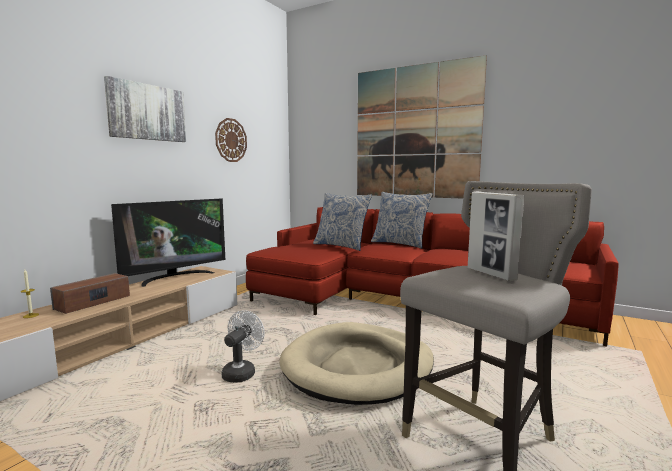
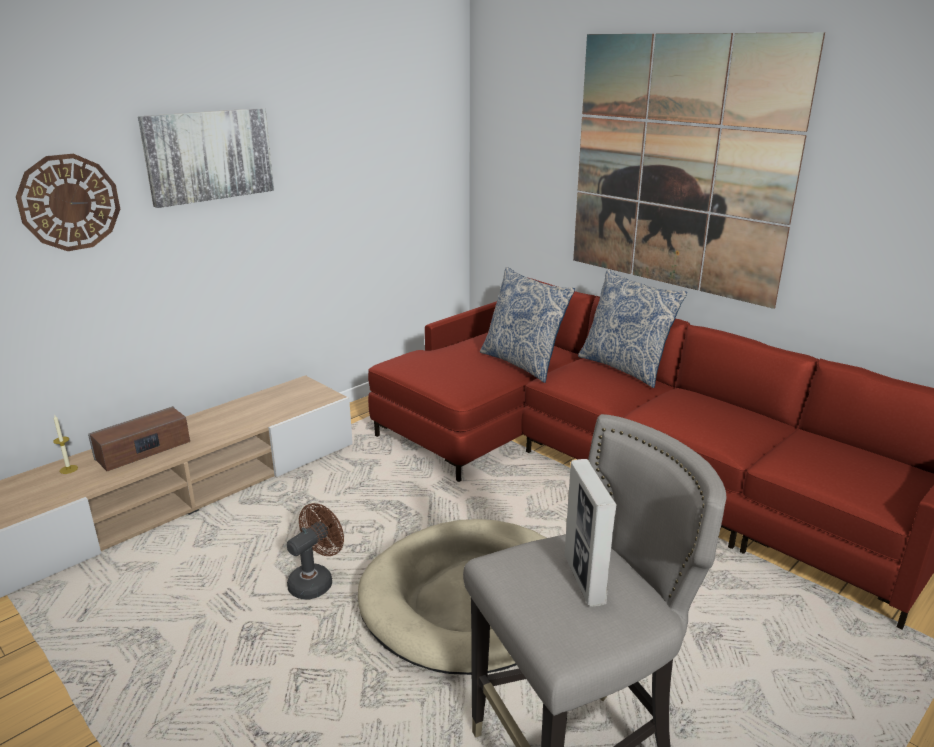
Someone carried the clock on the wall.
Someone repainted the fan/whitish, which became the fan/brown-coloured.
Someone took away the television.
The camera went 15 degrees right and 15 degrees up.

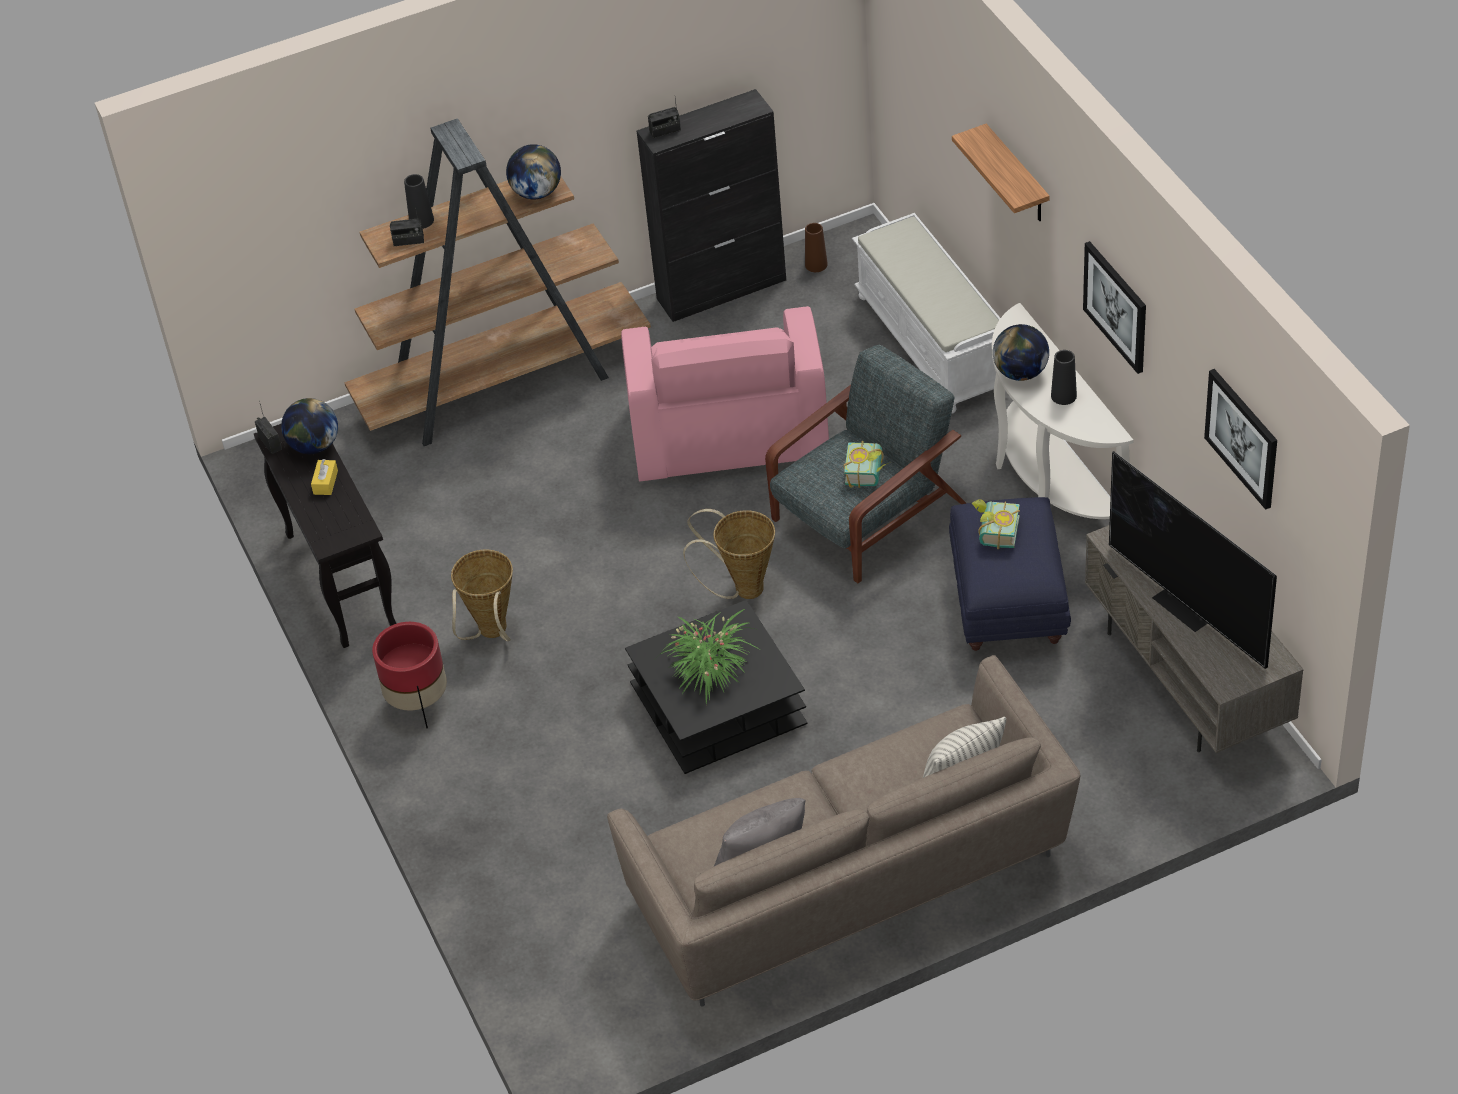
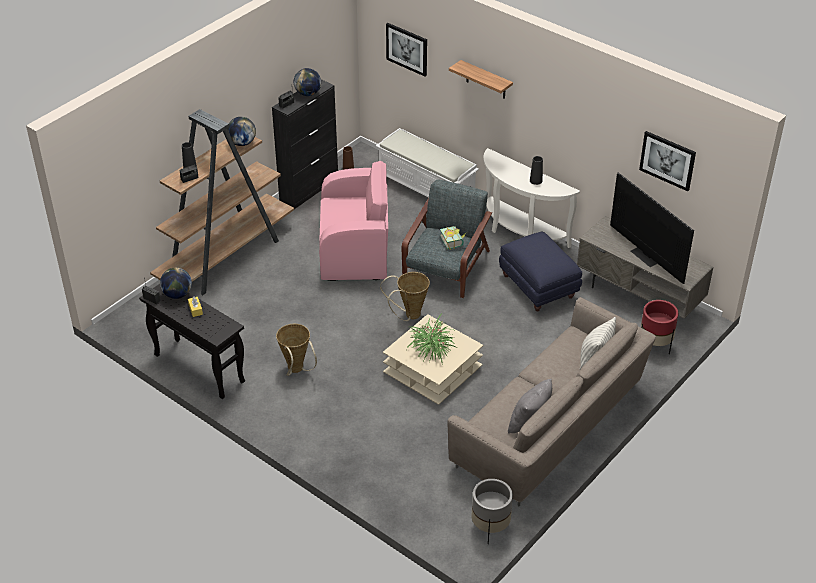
Someone carried the globe (3rd from left).
Someone rotated the lounge chair/pink by 60 degrees counterclockwise.
Someone repainted the coffee table/blackish, which became the coffee table/beige-coloured.
Someone carried the wall picture (1st from left).
Someone put down the plant pot/grey.
Someone rotated the television by 150 degrees counterclockwise.
Someone carried the plant pot/red.
Someone took away the book (2nd from left).
The camera went 30 degrees left and 5 degrees down.

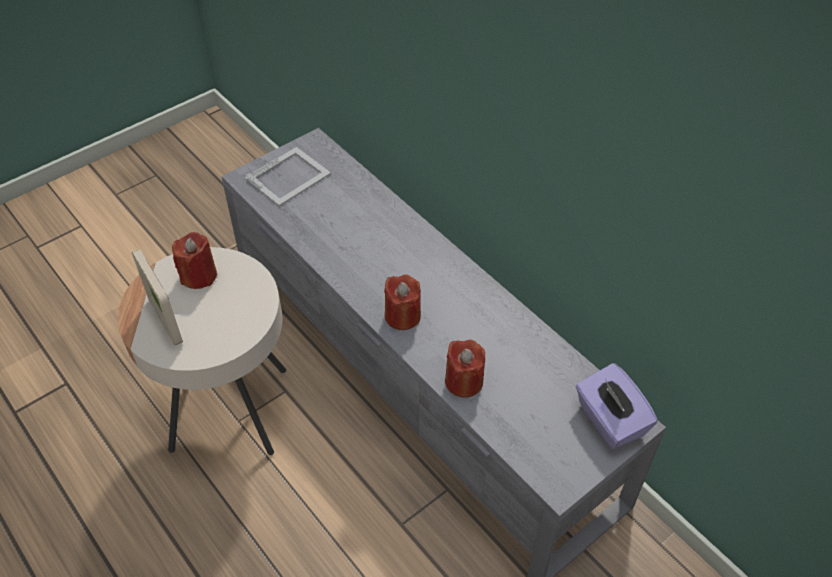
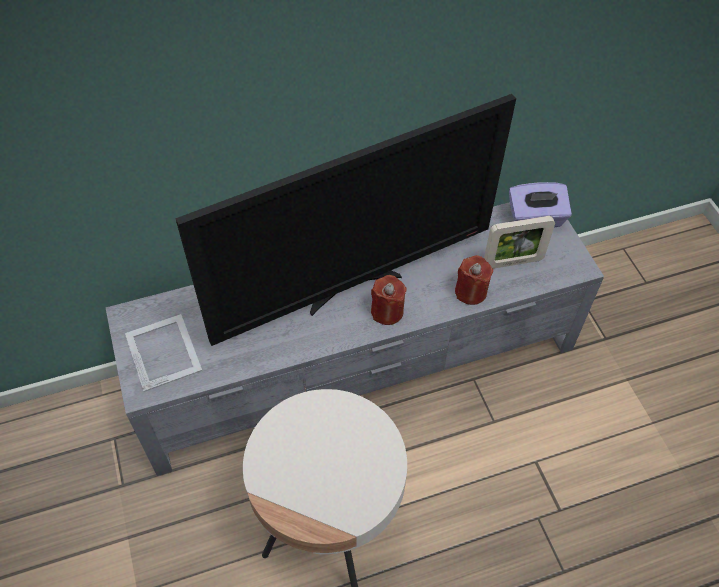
Someone put down the television.
Someone carried the picture frame (1st from left in the first image).
Someone took away the candle/red (1st from left).
The camera went 70 degrees left and 5 degrees up.

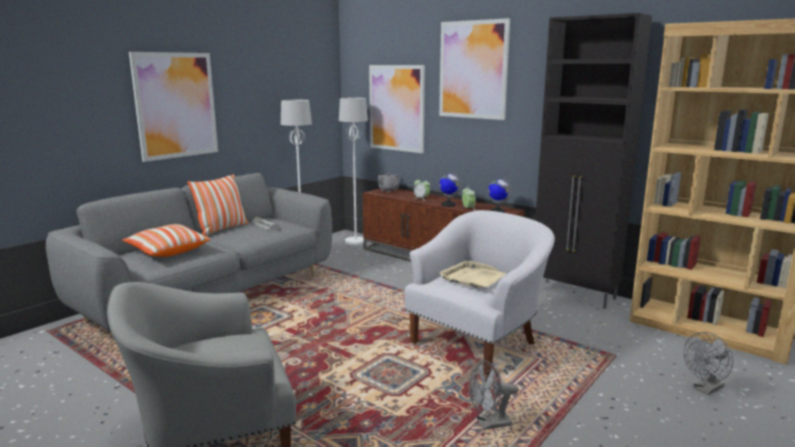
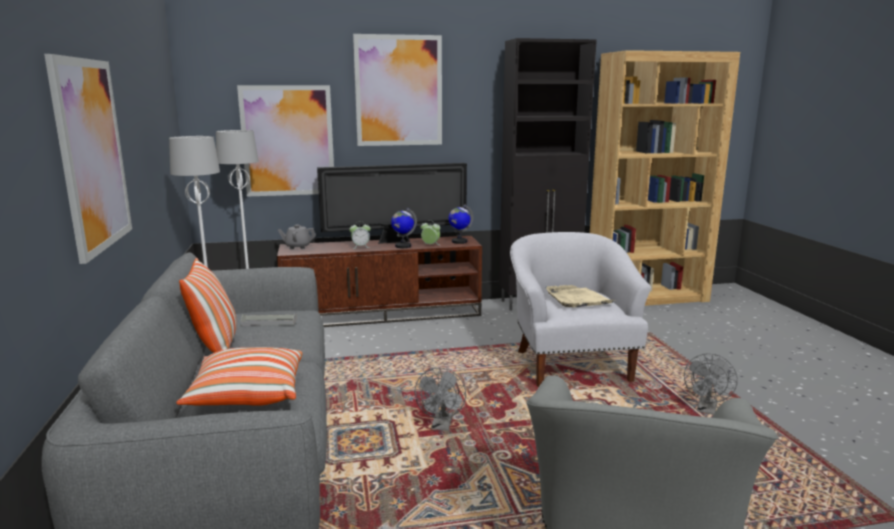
Someone put down the television.
Someone carried the fan/grey (2nd from left in the first image).
The camera went 50 degrees left and 0 degrees up.

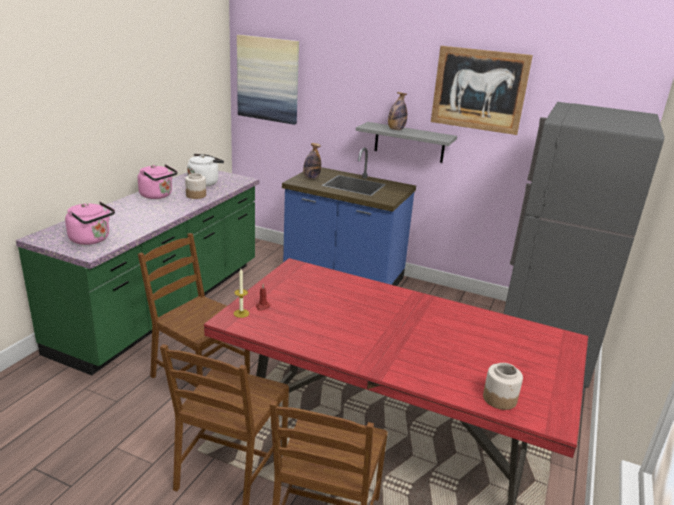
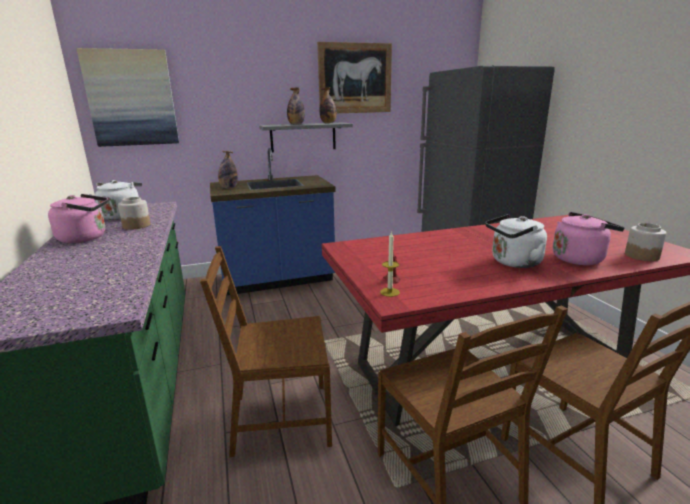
Someone put down the beverage bottle (3rd from left).
Someone put down the kettle/whitish (2nd from left).
Someone carried the kettle/pink (1st from left in the first image).
The camera went 40 degrees left and 5 degrees down.

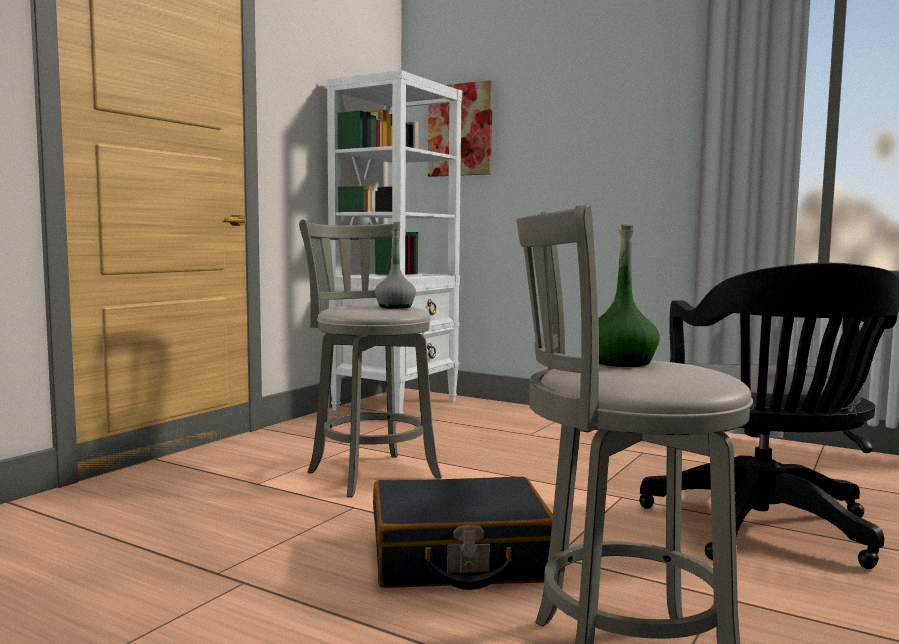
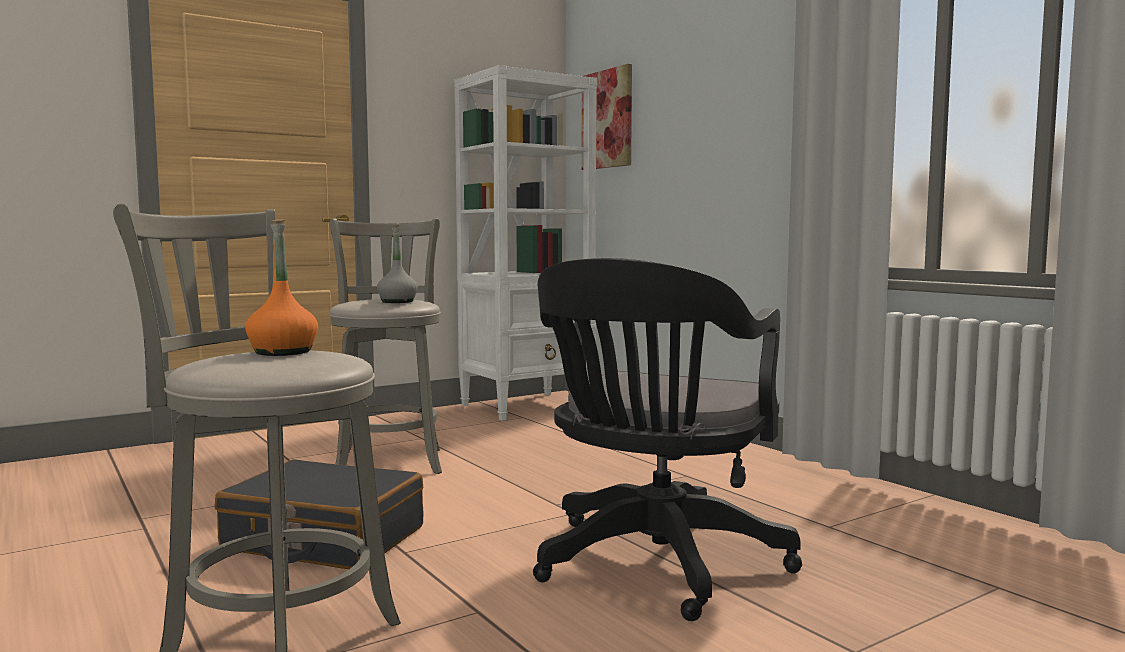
Someone repainted the beverage bottle/greenish, which became the beverage bottle/orange.
The camera went 25 degrees right and 0 degrees up.

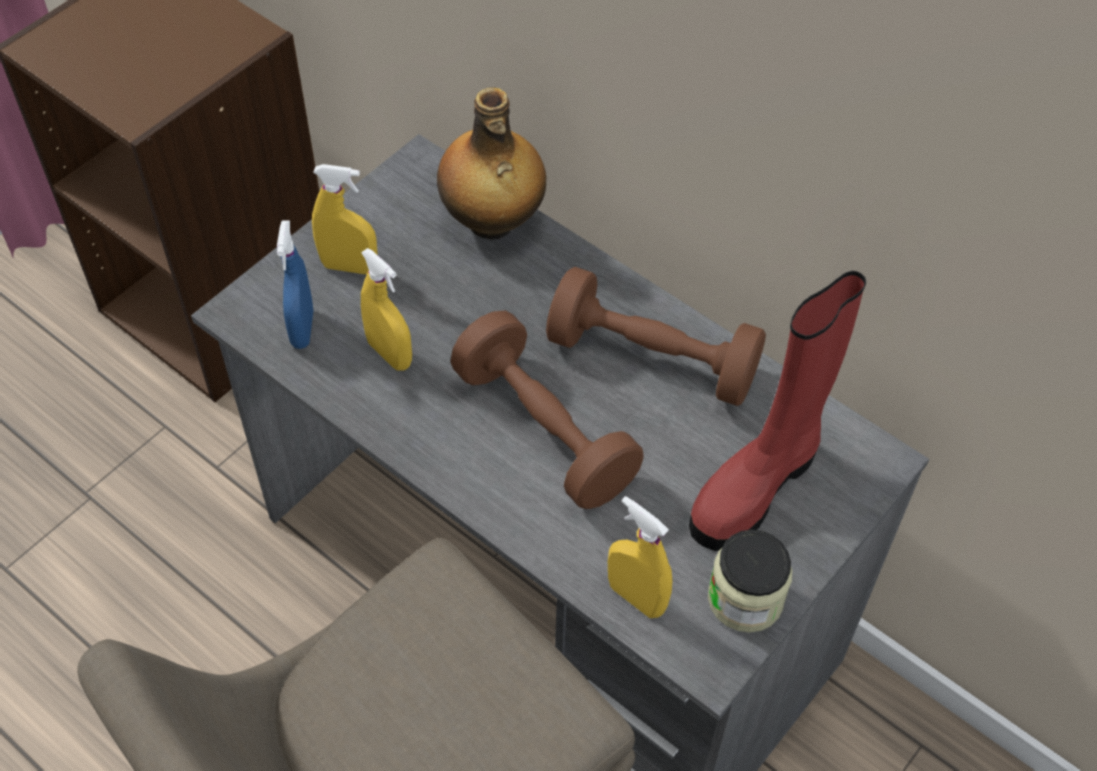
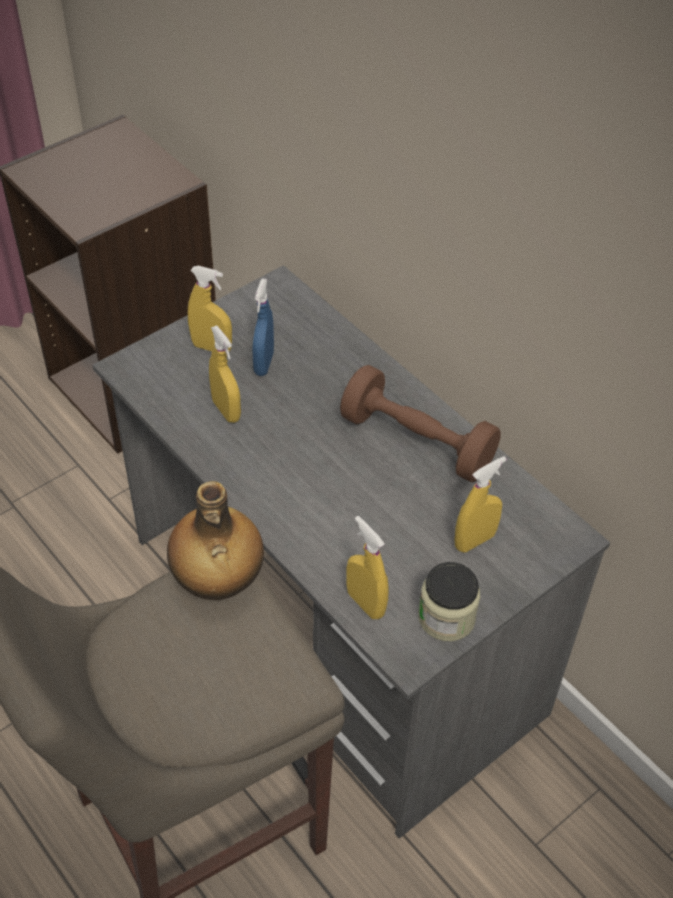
Someone carried the beverage bottle.
Someone carried the hand sprayer/bluish.
Someone swapped the tall boot/red for the hand sprayer/yellowish (4th from left).
Someone took away the dumbbell/brown-coloured (1st from left).
The camera went 10 degrees right and 5 degrees down.

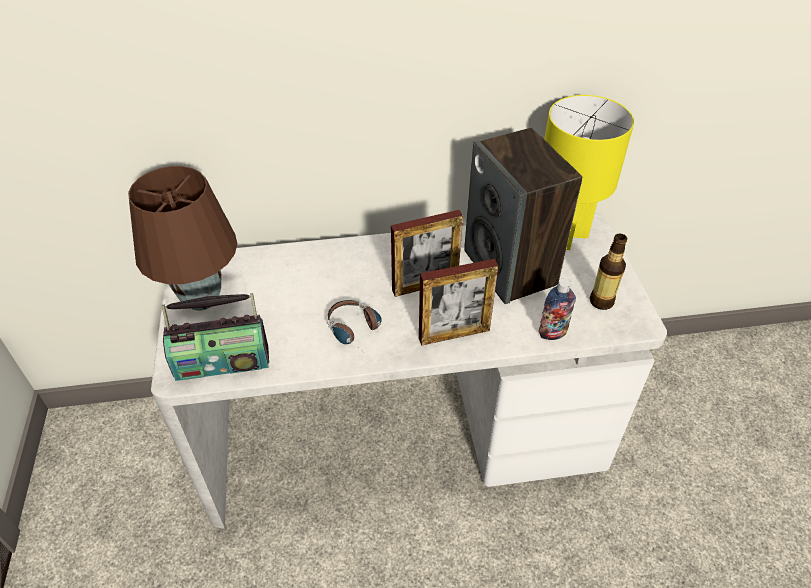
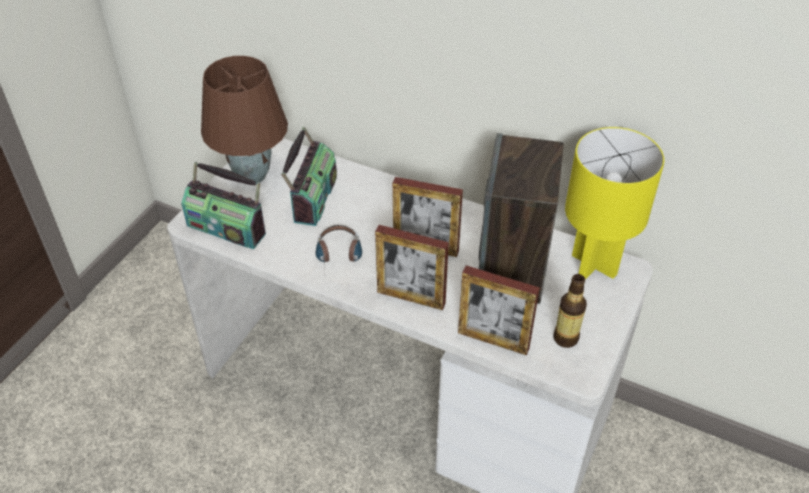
Someone put down the radio set (2nd from left).
Someone swapped the beverage bottle (1st from left) for the picture frame (3rd from left).
The camera went 35 degrees right and 0 degrees up.

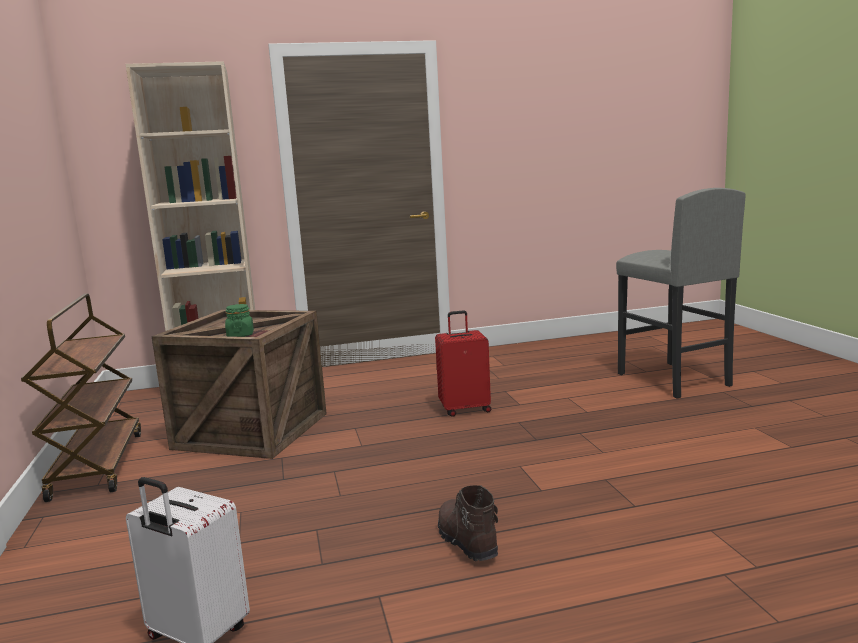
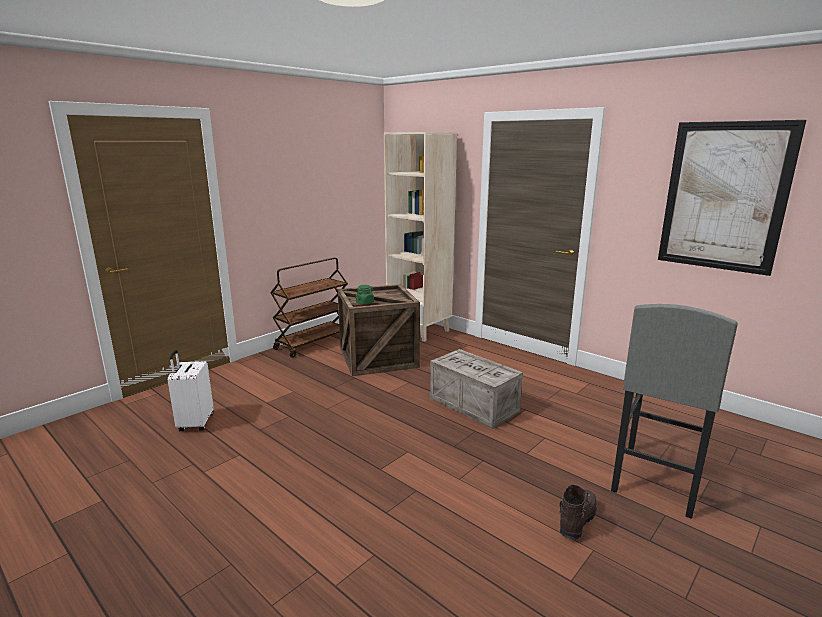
Someone swapped the suitcase/red for the shipping crate (2nd from left).
Someone carried the tall boot/brown-coloured.
Someone put up the wall picture.
The camera went 55 degrees right and 5 degrees up.

